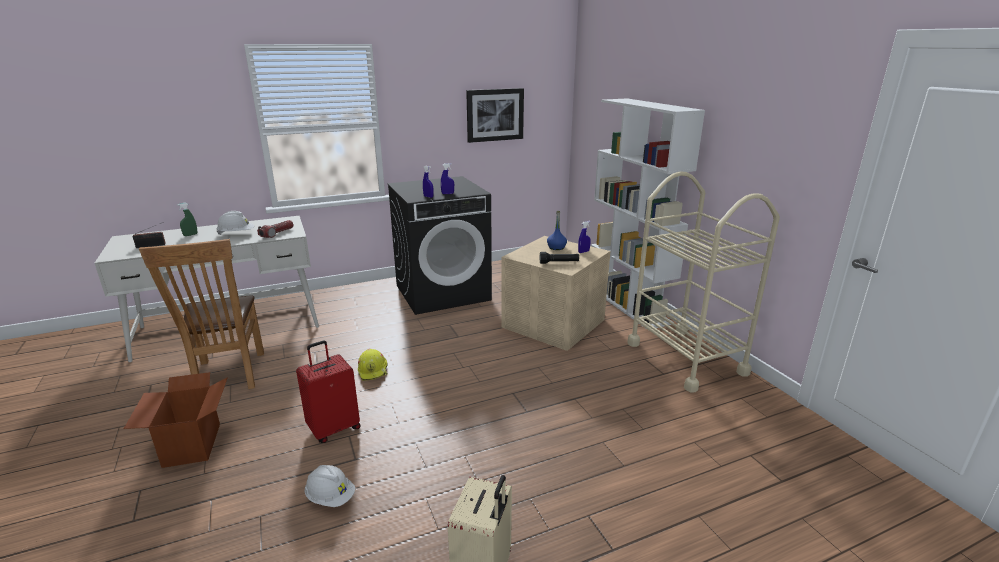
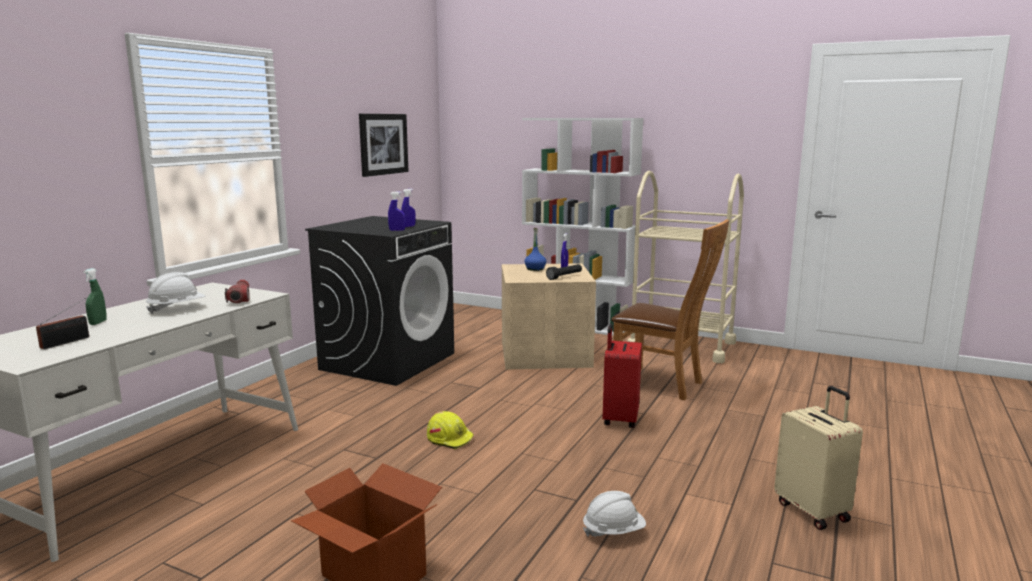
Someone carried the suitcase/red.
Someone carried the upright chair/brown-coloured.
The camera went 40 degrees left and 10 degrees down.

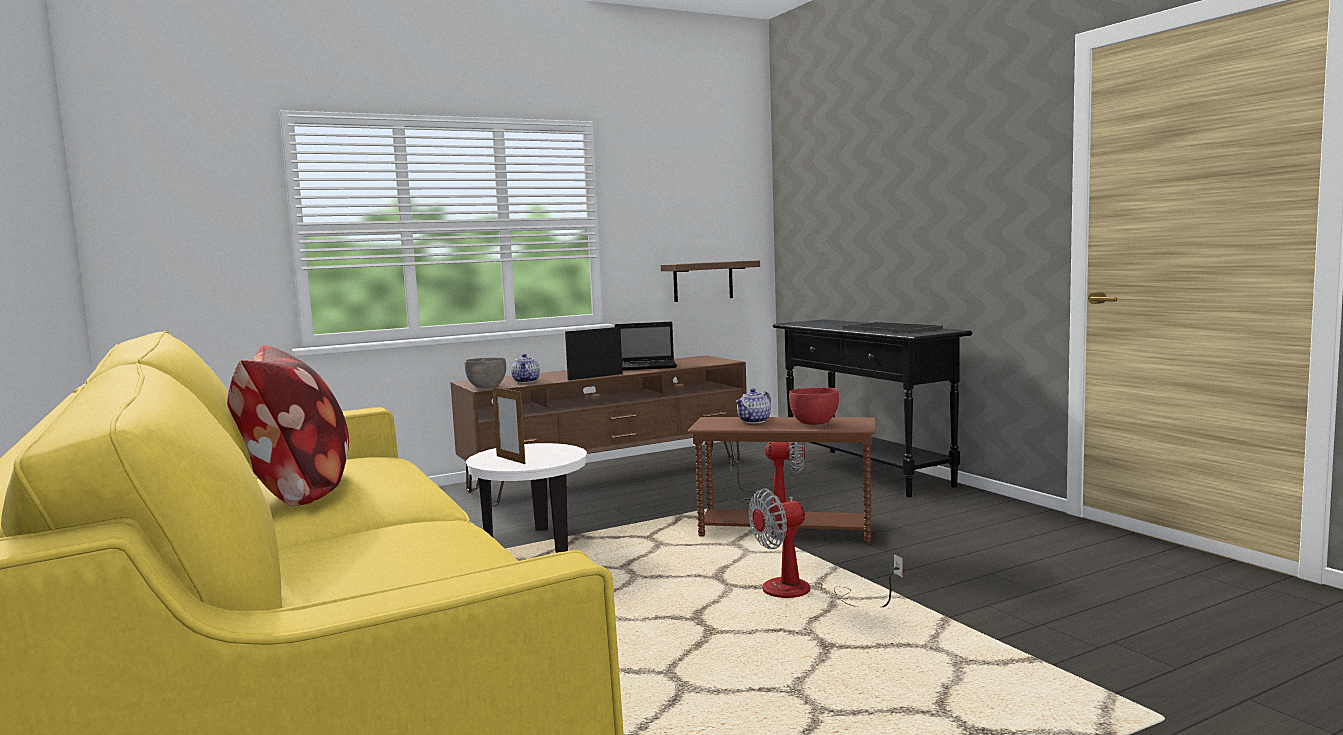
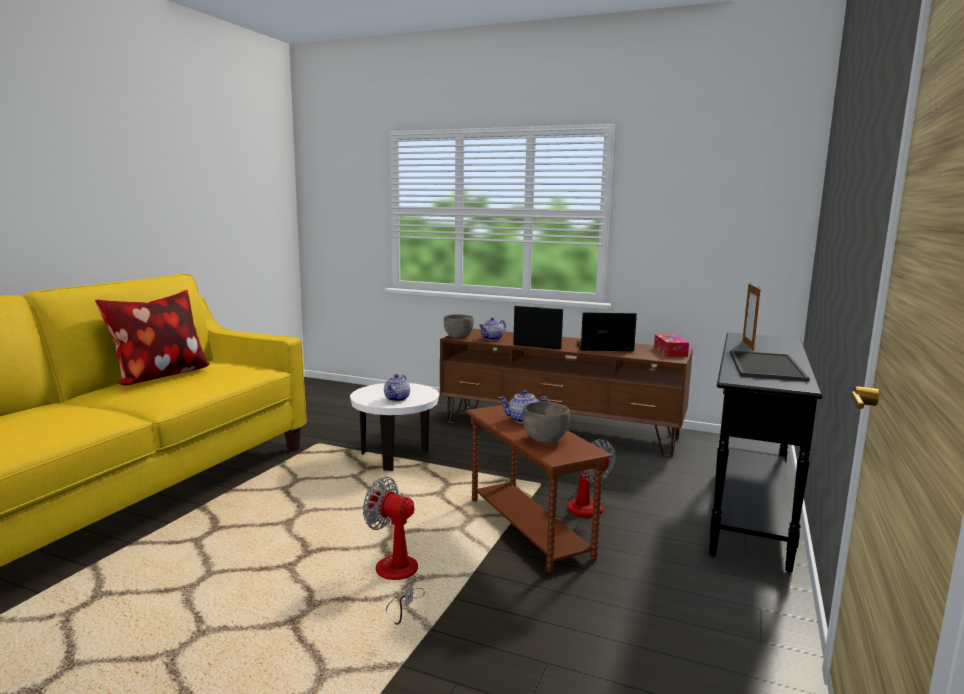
Someone put down the teapot (1st from left).
Someone repainted the bowl/red, which became the bowl/grey (2nd from left).
Someone rotated the notebook computer by 135 degrees clockwise.
Someone put down the tissue box.
Someone carried the picture frame (1st from left in the first image).
Someone took away the shelf/brown-coloured.
The camera went 50 degrees right and 5 degrees up.

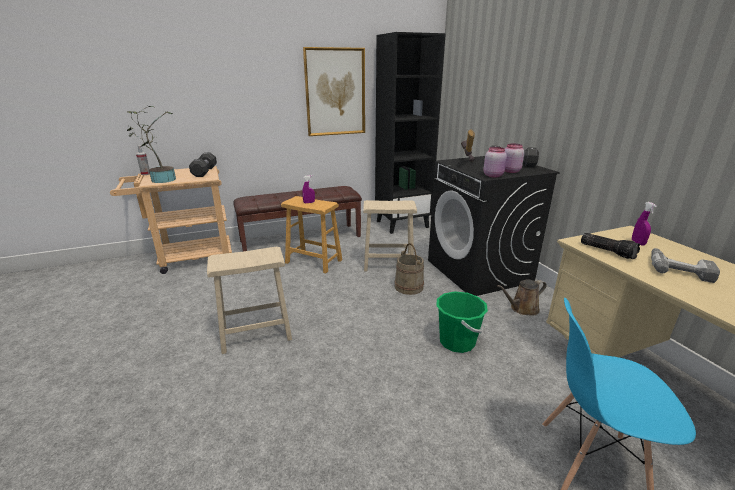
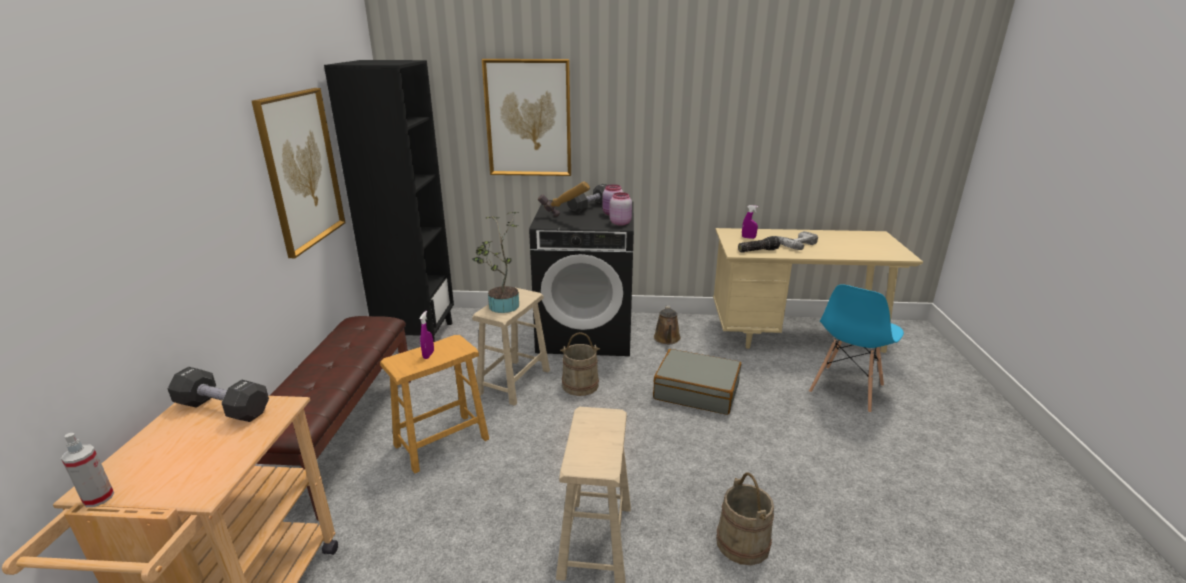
Someone carried the plant in a pot.
Someone put up the wall picture (2nd from left).
Someone swapped the water bucket/greenish for the suitcase/grey.
Someone put down the water bucket/beige-coloured (2nd from left).
The camera went 65 degrees left and 0 degrees up.

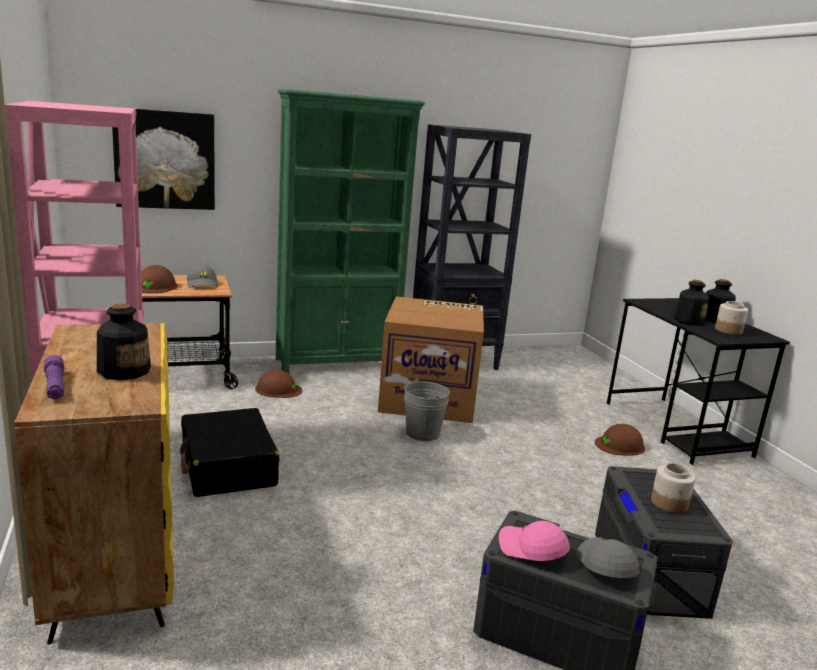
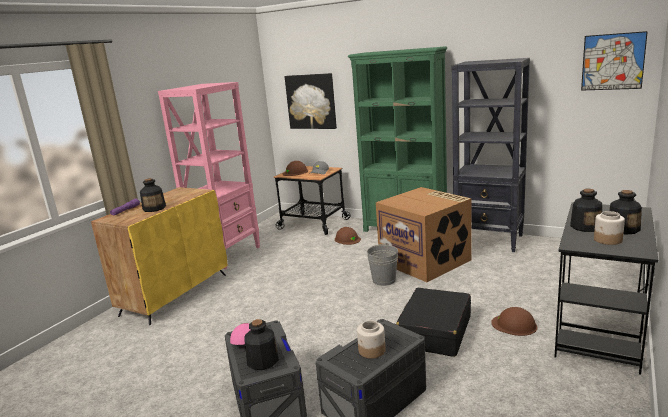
Someone swapped the baseball cap/grey (2nd from left) for the beverage bottle (2nd from left).
Someone carried the suitcase/blackish.
Someone put up the wall picture (2nd from left).
The camera went 50 degrees right and 0 degrees up.

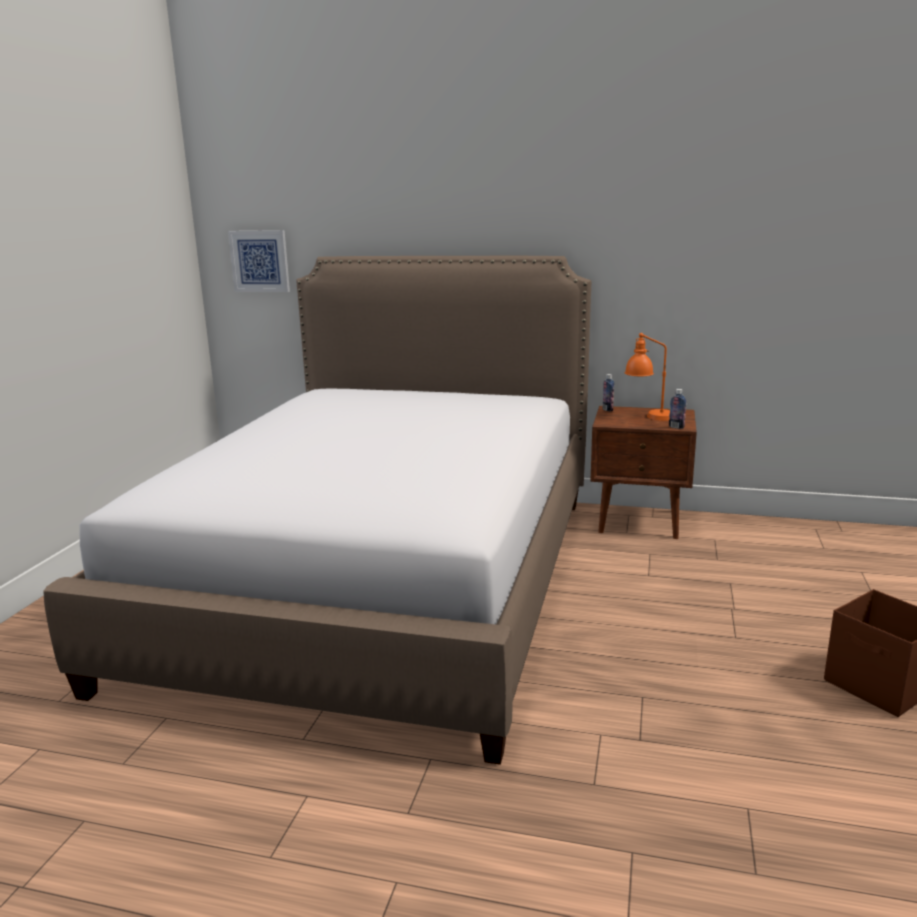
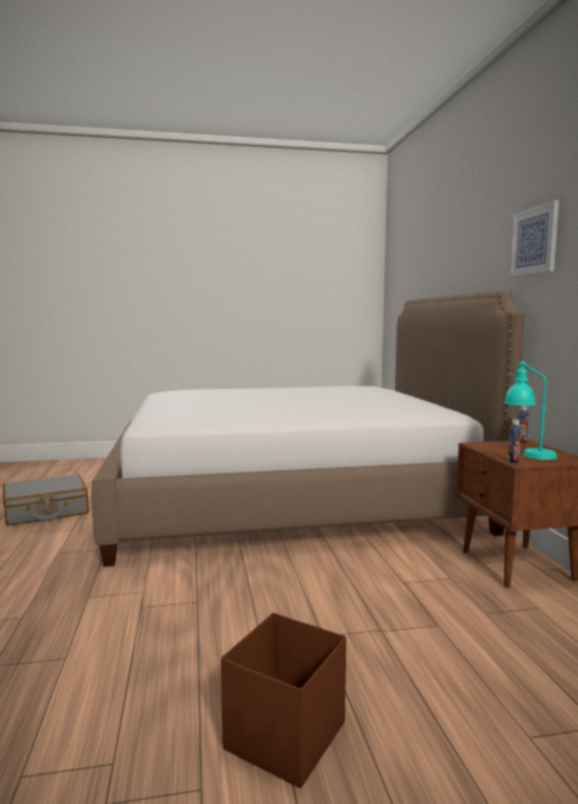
Someone put down the suitcase/grey.
Someone repainted the tabletop lamp/orange, which became the tabletop lamp/turquoise.
Someone carried the wall picture.
The camera went 65 degrees right and 10 degrees down.

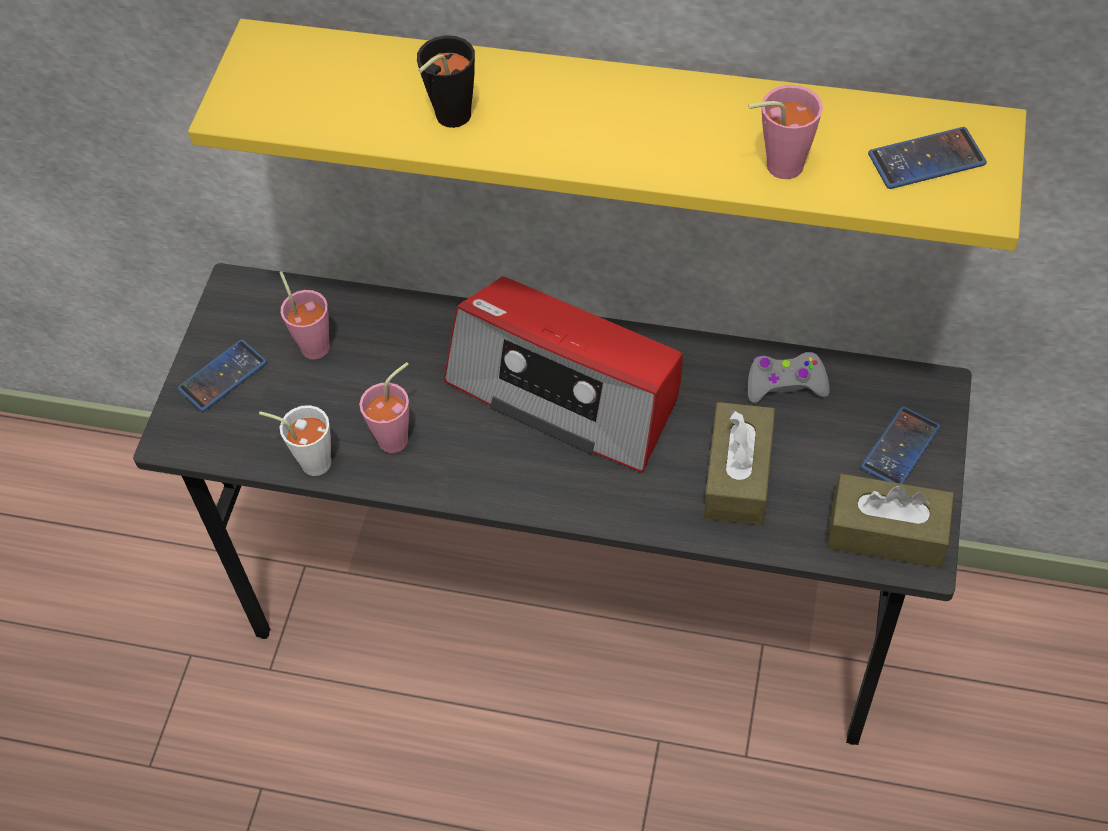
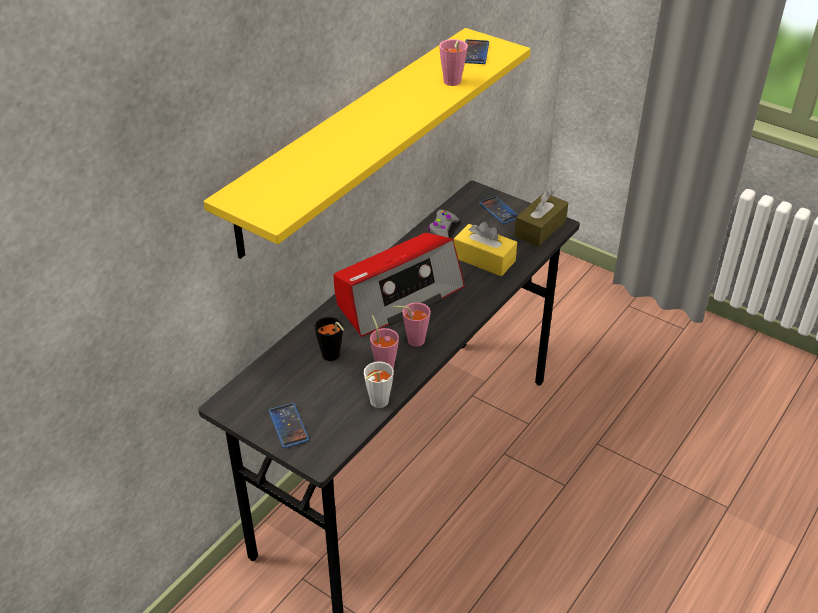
Someone carried the drinking cup/blackish.
Someone carried the drinking cup/pink (1st from left in the first image).
Someone repainted the tissue box/brown-coloured (1st from left), which became the tissue box/yellowish.
The camera went 70 degrees left and 15 degrees down.

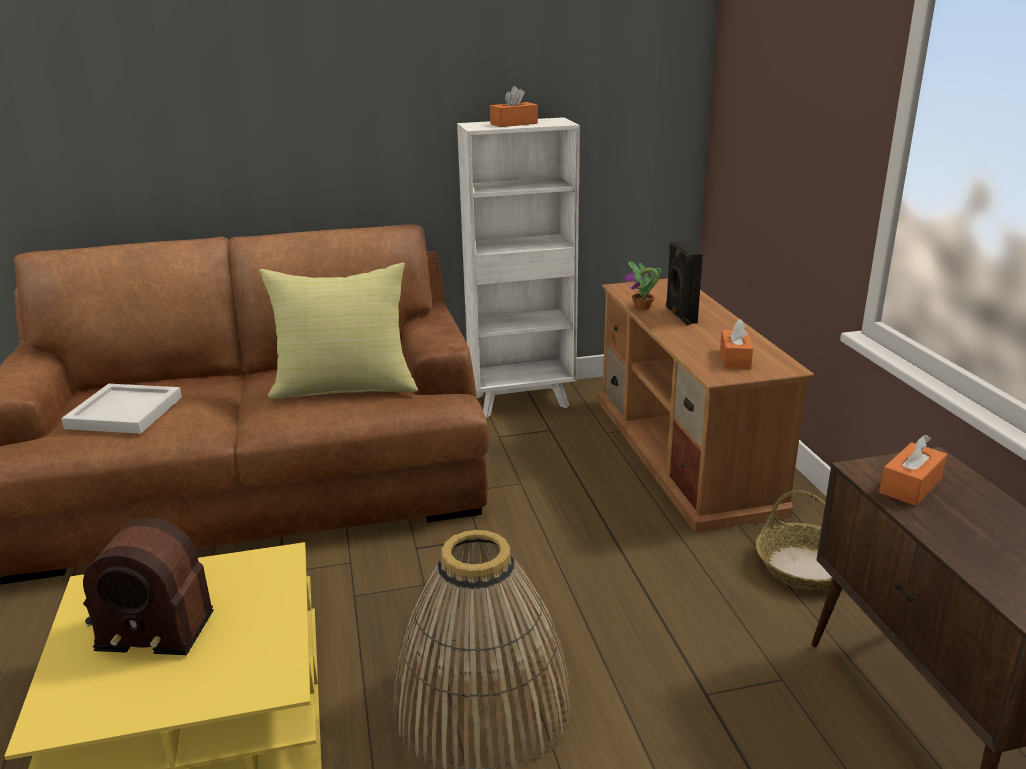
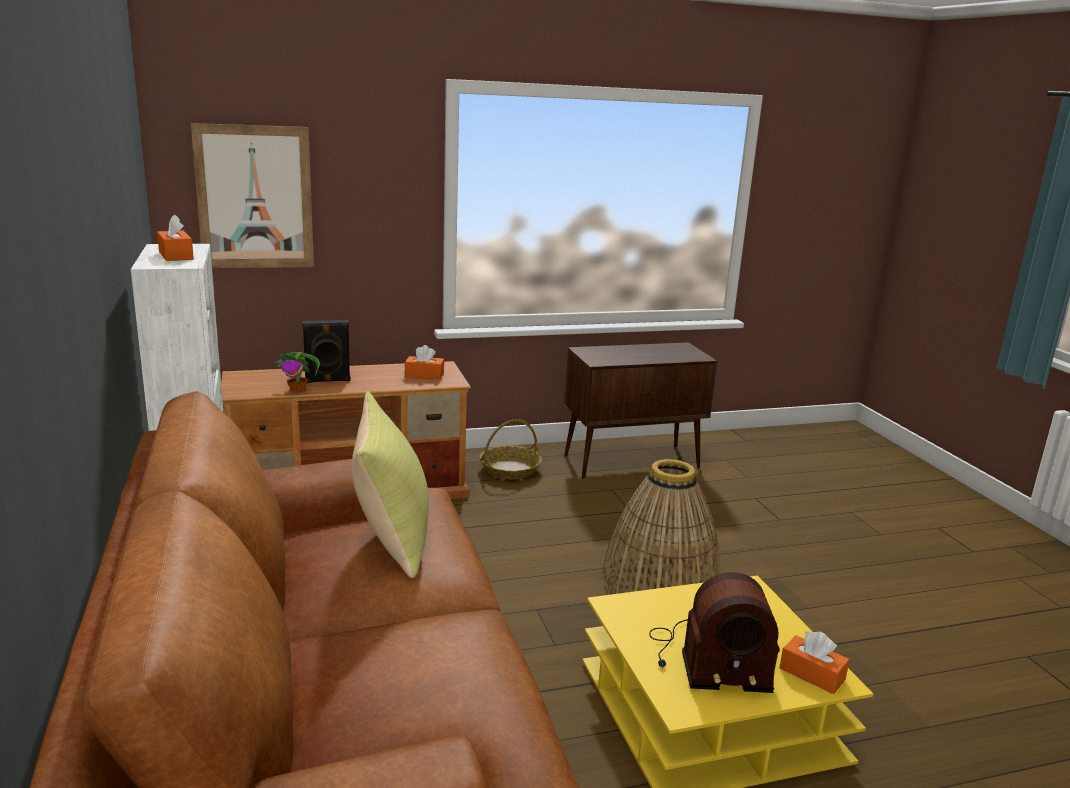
Someone put up the wall picture.
Someone rotated the radio set by 90 degrees clockwise.
Someone carried the tissue box/orange (3rd from left).
Someone took away the carrying tray/whitish.
The camera went 95 degrees left and 5 degrees down.

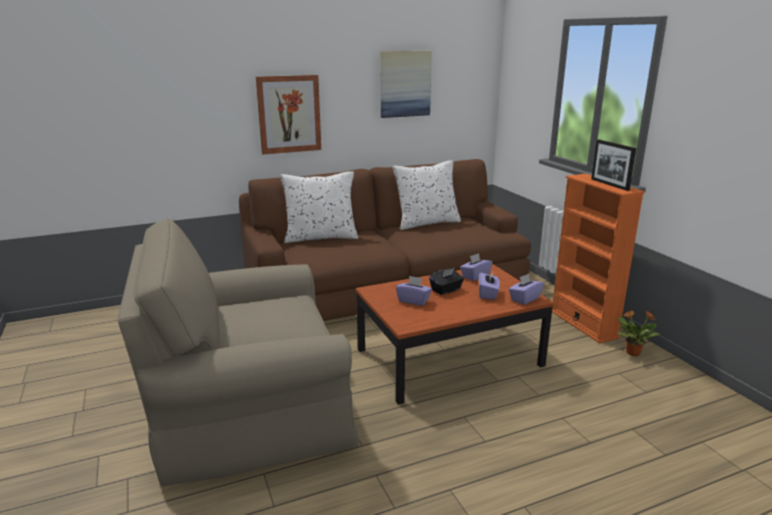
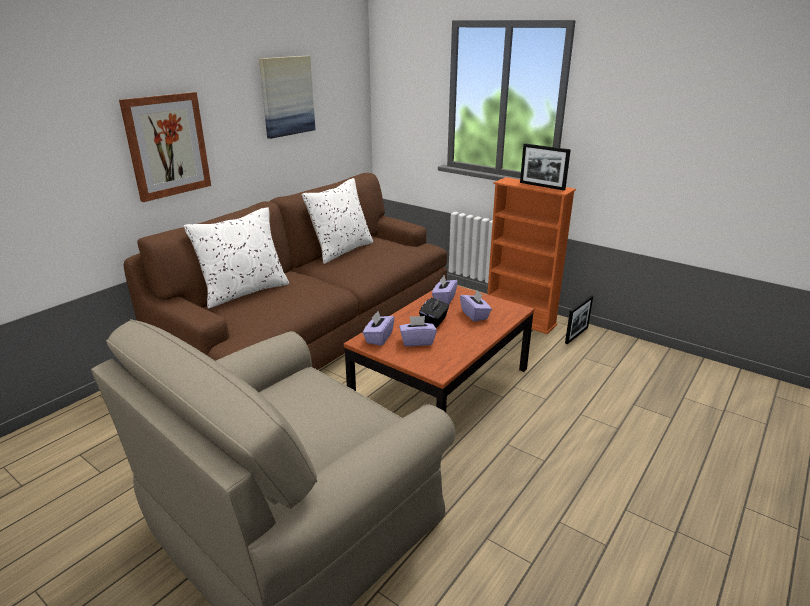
Someone carried the tissue box/purple (4th from left in the first image).
Someone swapped the plant in a pot for the picture frame (2nd from left).
The camera went 30 degrees left and 5 degrees up.

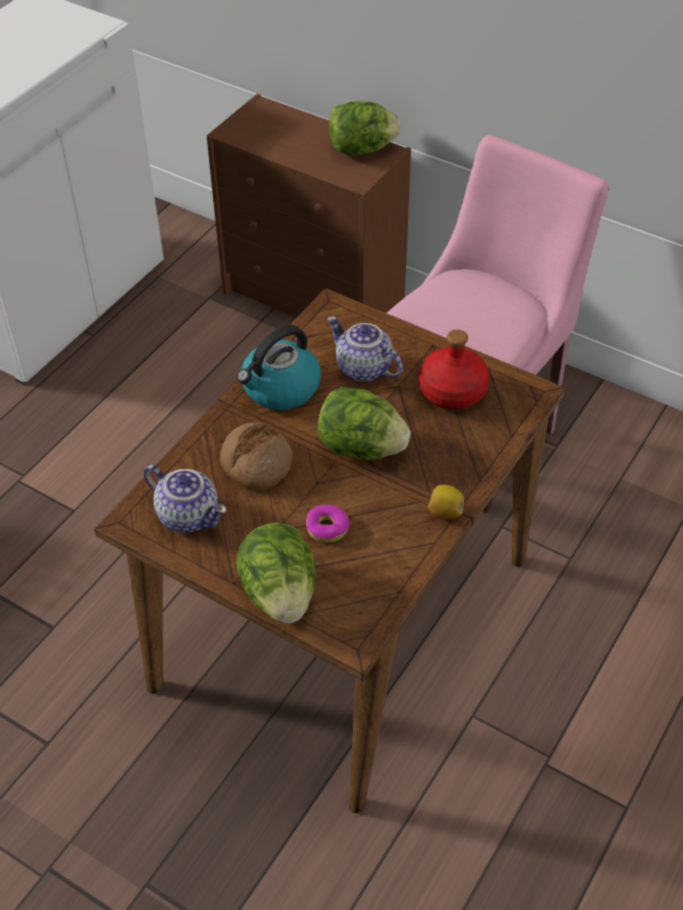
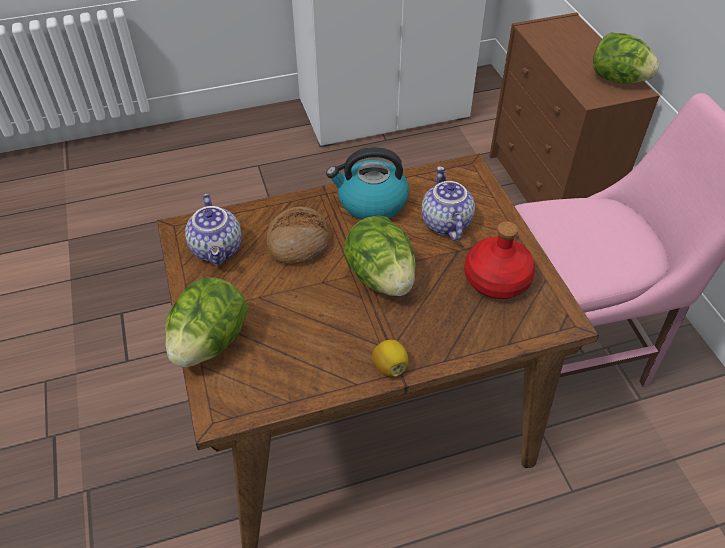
Someone took away the doughnut.
The camera went 40 degrees right and 0 degrees up.

